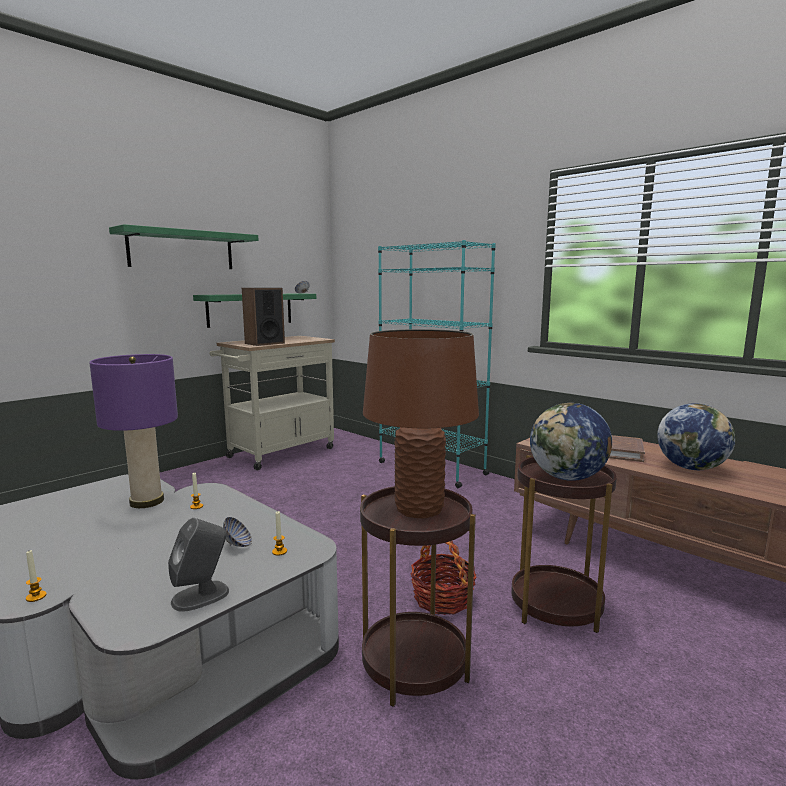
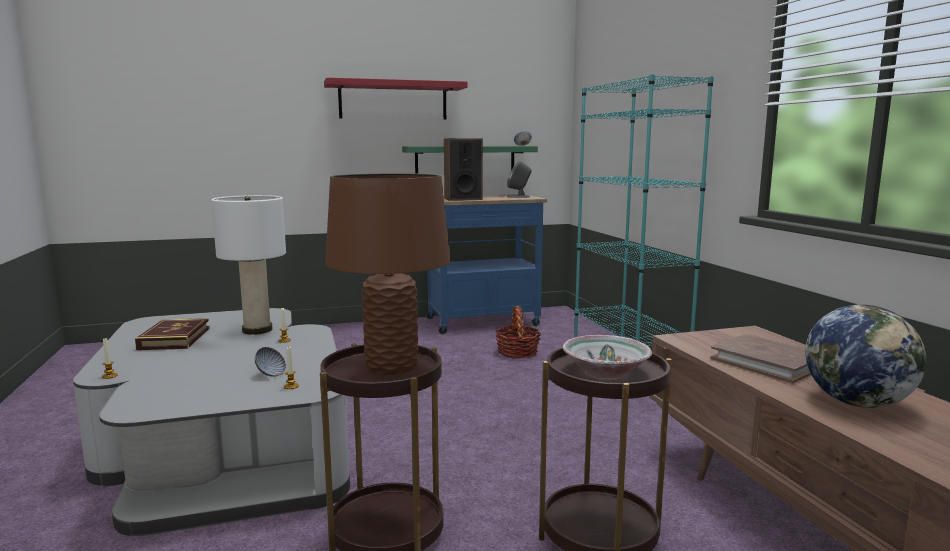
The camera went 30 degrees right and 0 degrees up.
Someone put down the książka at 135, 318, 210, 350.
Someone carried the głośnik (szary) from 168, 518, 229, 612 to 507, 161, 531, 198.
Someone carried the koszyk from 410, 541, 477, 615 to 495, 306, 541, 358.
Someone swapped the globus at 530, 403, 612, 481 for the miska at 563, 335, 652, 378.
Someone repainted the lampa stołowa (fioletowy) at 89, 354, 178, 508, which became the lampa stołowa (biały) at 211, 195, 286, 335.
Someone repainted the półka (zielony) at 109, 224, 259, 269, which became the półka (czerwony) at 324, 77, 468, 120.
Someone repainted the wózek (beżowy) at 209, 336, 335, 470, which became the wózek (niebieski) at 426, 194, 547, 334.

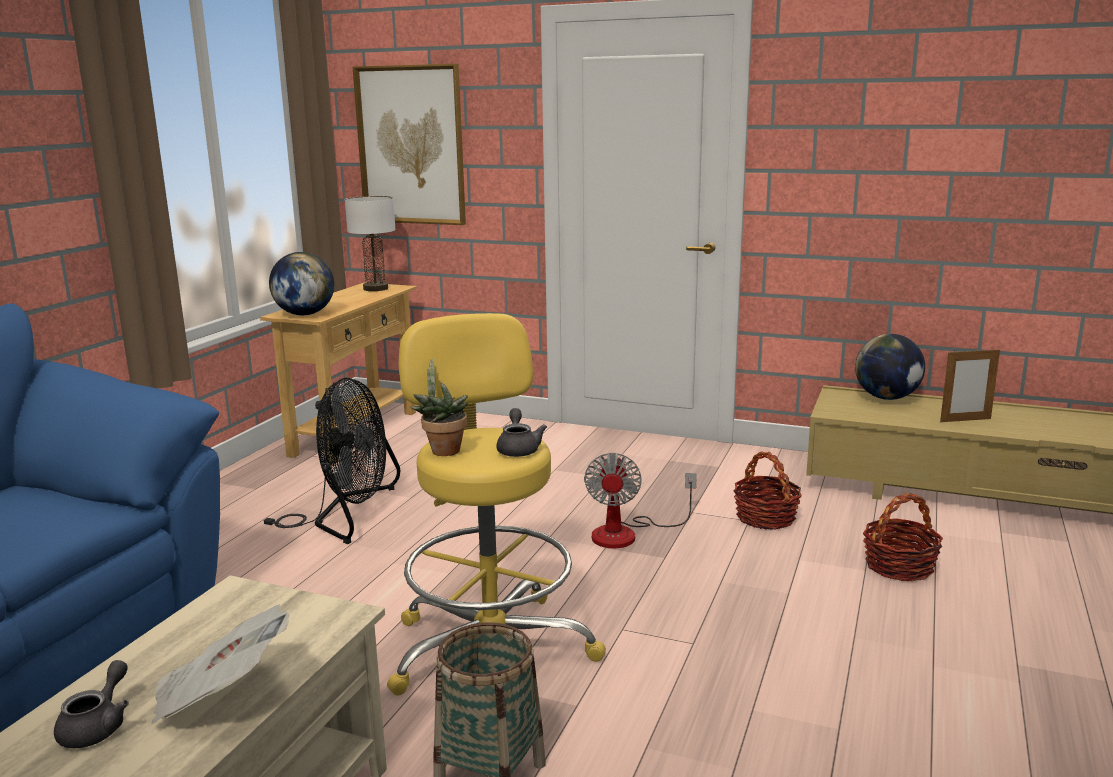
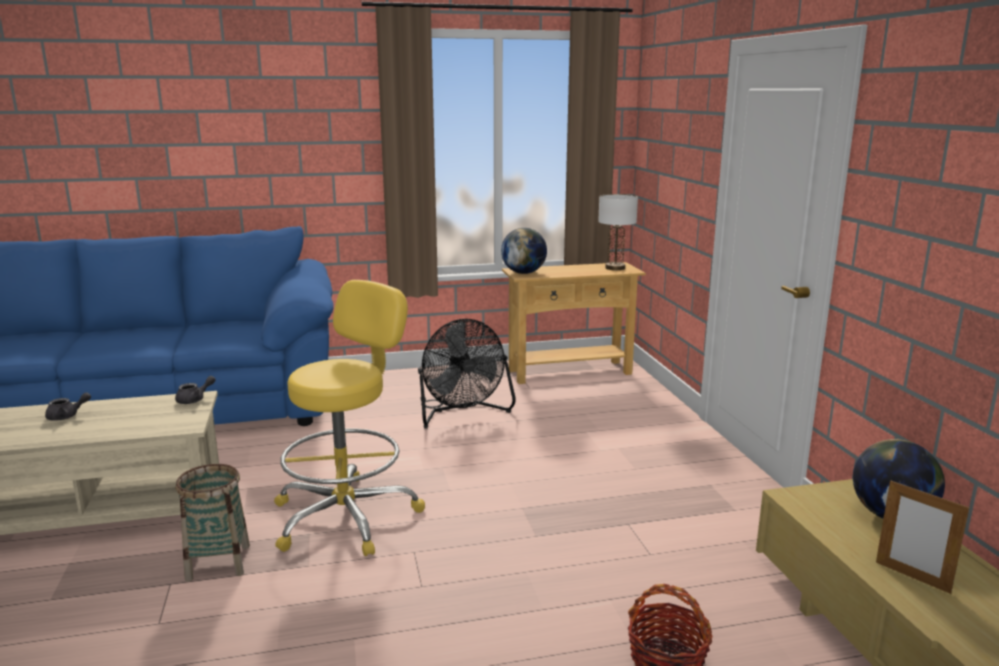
The camera went 55 degrees right and 0 degrees up.
Someone took away the gazeta at 151, 604, 289, 724.
Someone took away the obraz at 353, 64, 466, 225.
Someone took away the roślina doniczkowa at 410, 358, 468, 456.
Someone took away the wentylator at 584, 453, 697, 548.
Someone took away the koszyk at 733, 451, 802, 530.
Someone carried the imbryk (szary) from 497, 408, 547, 457 to 175, 376, 216, 404.

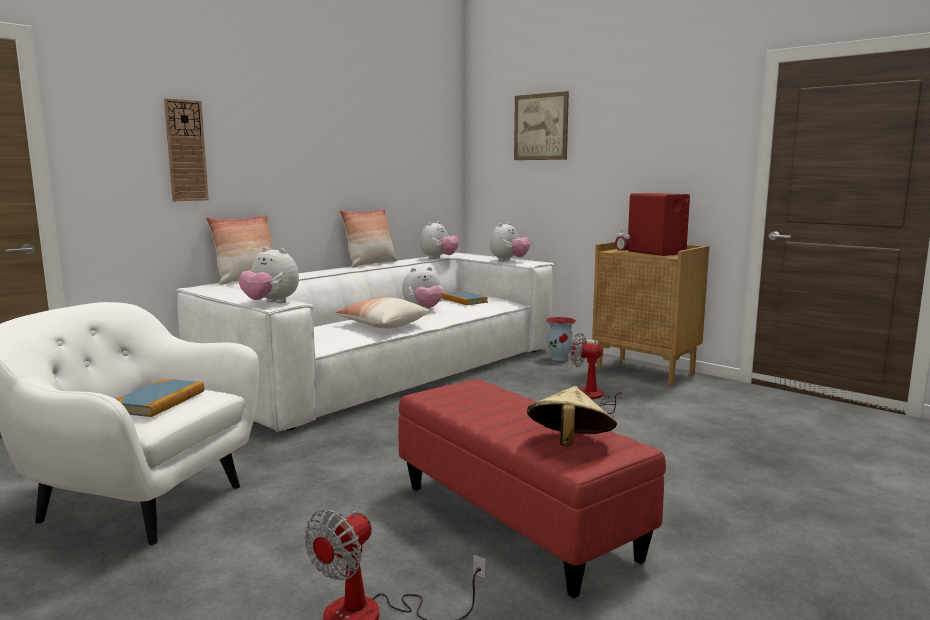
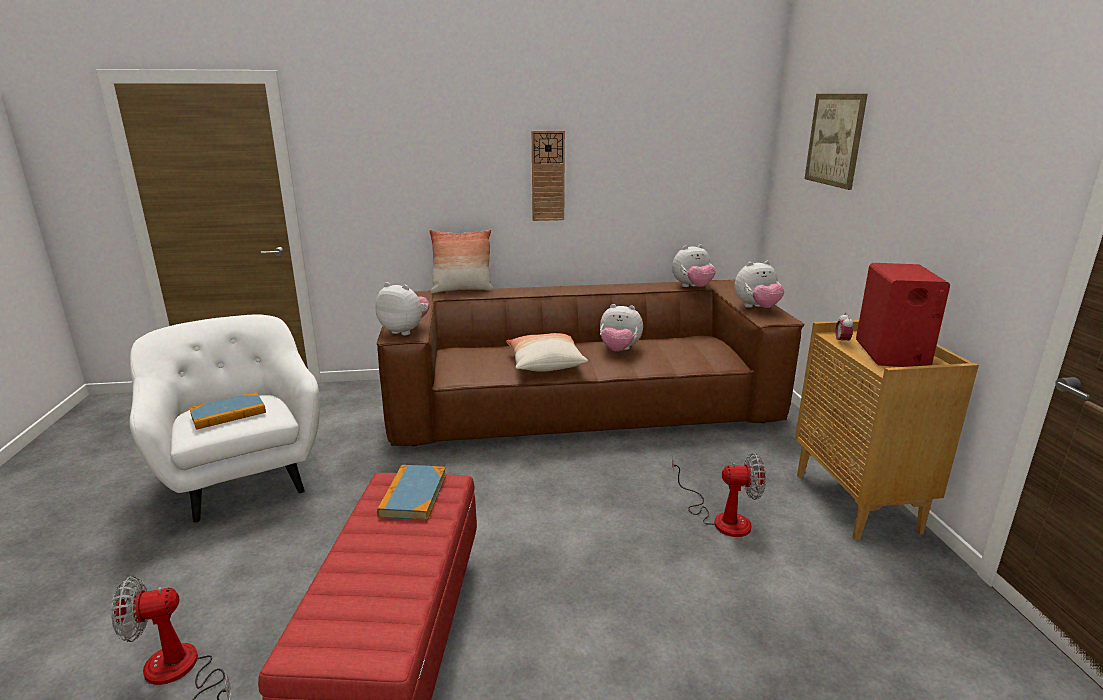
The camera went 40 degrees right and 10 degrees up.
Someone took away the poduszka at 340, 209, 397, 268.
Someone took away the kapelusz (beżowy) at 527, 386, 617, 447.
Someone took away the wazon at 546, 317, 576, 361.
Someone carried the zegar ścienny from 164, 98, 209, 201 to 532, 131, 565, 221.
Someone carried the książka from 442, 291, 488, 305 to 377, 465, 446, 520.
Someone repainted the kanapa (biały) at 176, 253, 554, 432, which became the kanapa (brązowy) at 377, 279, 804, 446.
Someone rotated the pluszak at 239, 247, 299, 303 by 135 degrees clockwise.
Someone rotated the wentylator at 570, 332, 623, 414 by 120 degrees clockwise.

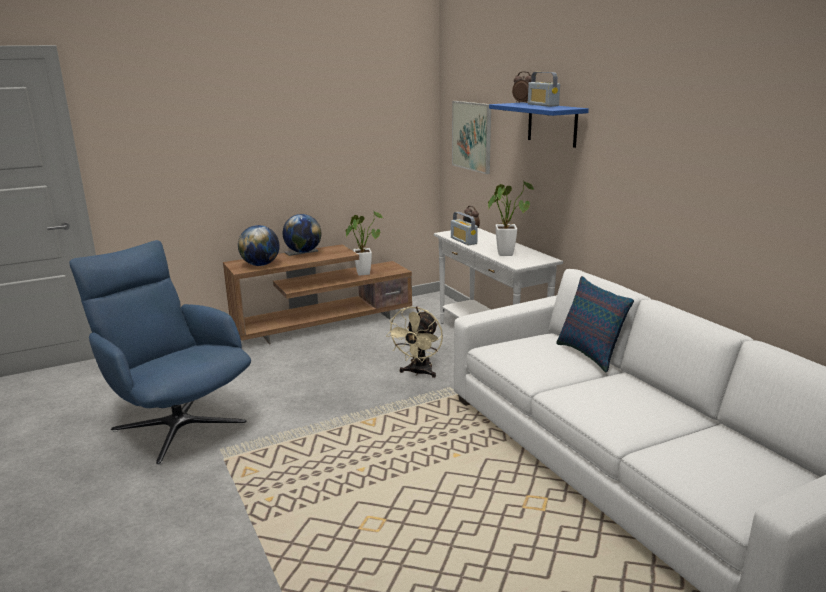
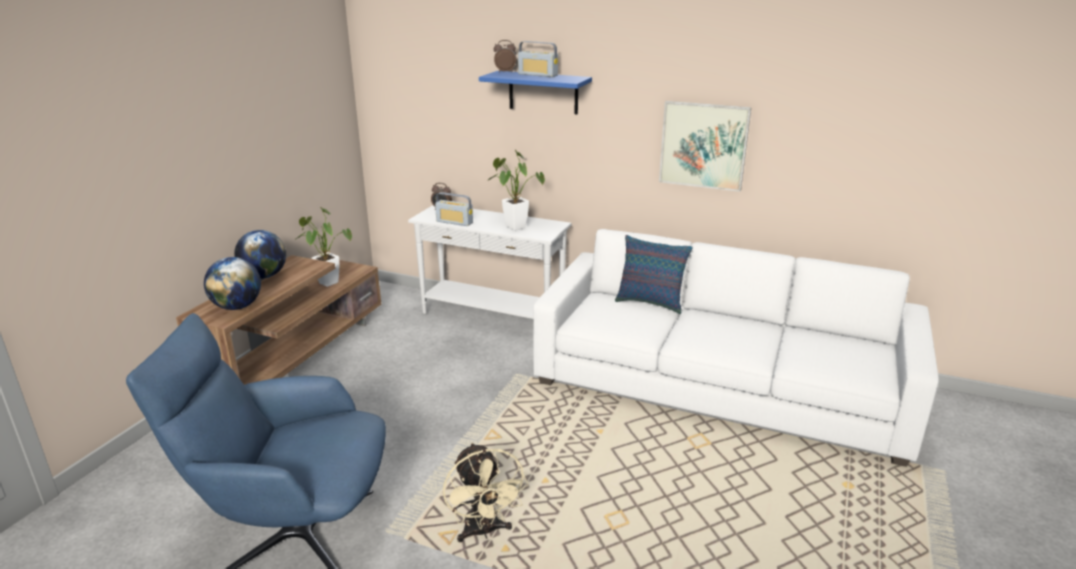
The camera went 40 degrees left and 5 degrees up.
Someone carried the wentylator (beżowy) from 386, 306, 443, 378 to 443, 443, 529, 542.
Someone carried the obraz from 452, 101, 491, 174 to 659, 101, 751, 192.

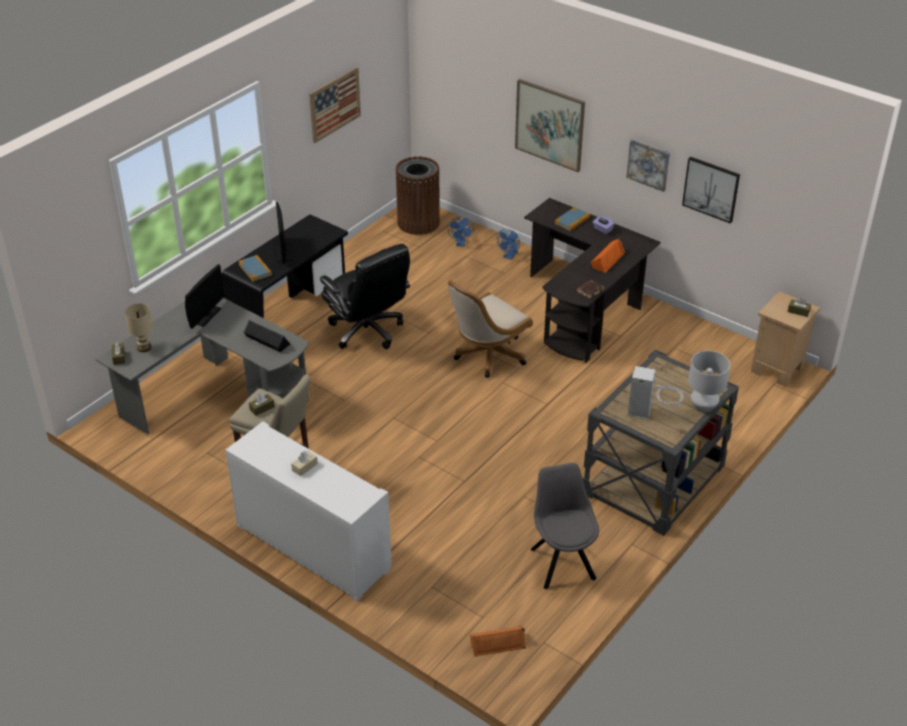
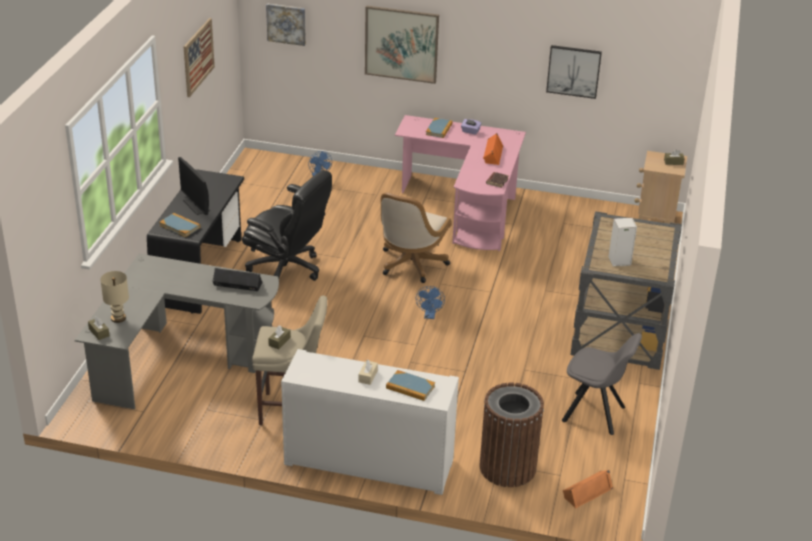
The camera went 25 degrees left and 5 degrees down.
Someone took away the monitor at 185, 264, 225, 329.
Someone took away the lampa stołowa (szary) at 656, 351, 730, 412.
Someone put down the książka at 386, 370, 435, 401.
Someone carried the kosz na śmieci (brązowy) from 396, 156, 440, 235 to 479, 383, 544, 487.
Someone carried the wentylator (niebieski) from 497, 229, 520, 260 to 416, 286, 445, 319.
Someone carried the obraz from 626, 139, 670, 192 to 266, 3, 306, 46.
Someone repainted the biurko (czarny) at 524, 198, 661, 363, which became the biurko (różowy) at 395, 115, 526, 251.
Someone rotated the krzesło (szary) at 530, 463, 599, 590 by 150 degrees clockwise.

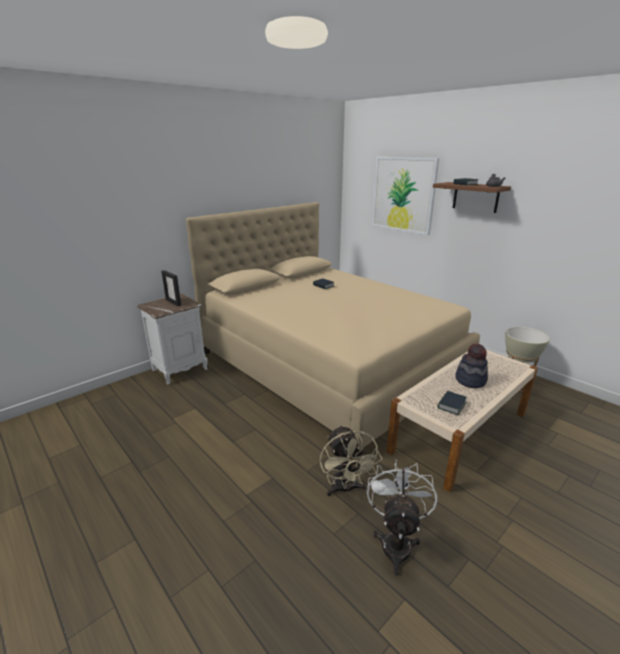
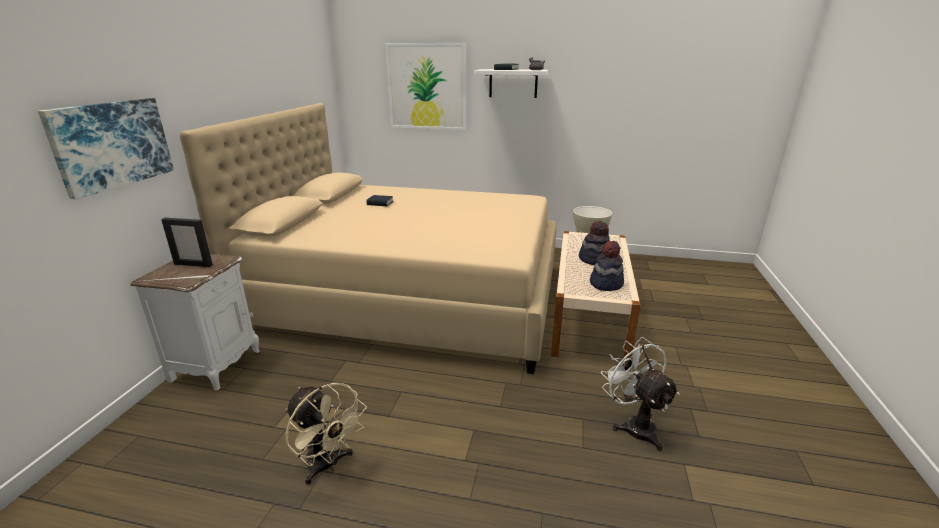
The camera went 35 degrees left and 0 degrees up.
Someone put up the obraz at 38, 98, 174, 199.
Someone carried the wentylator (beżowy) from 320, 425, 382, 496 to 285, 383, 367, 485.
Someone swapped the książka at 438, 391, 467, 415 for the kapelusz at 590, 241, 624, 291.
Someone repainted the półka (brązowy) at 433, 182, 511, 213, which became the półka (biały) at 474, 69, 548, 98.

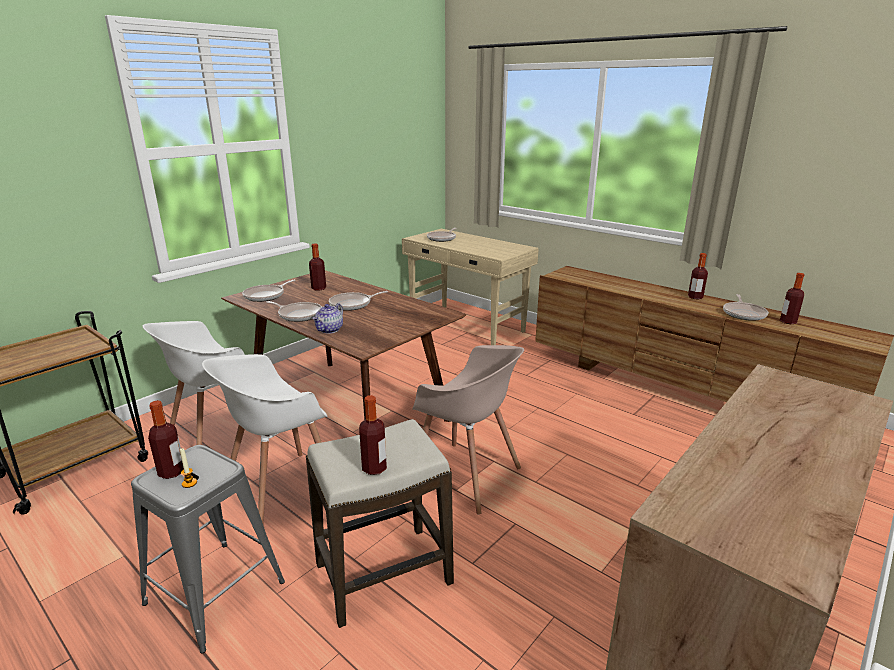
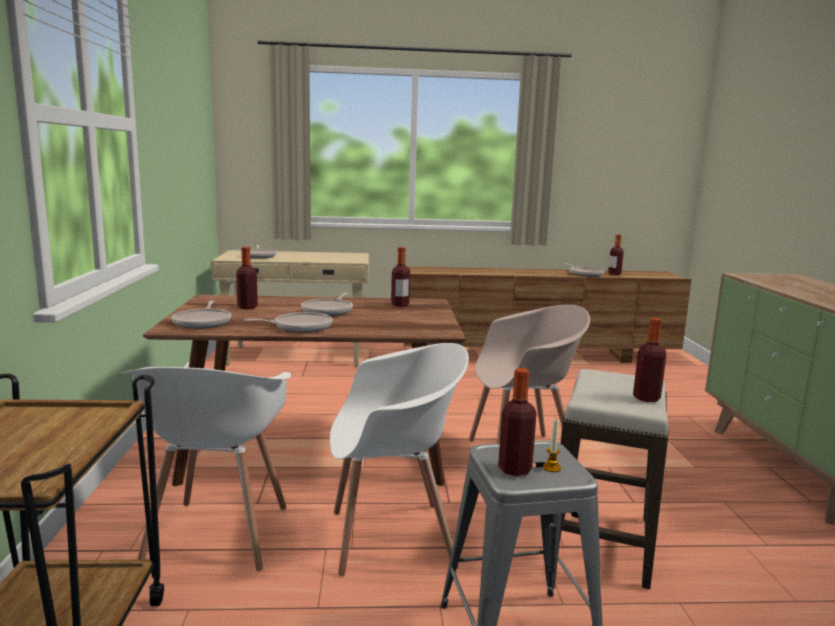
The camera went 45 degrees left and 10 degrees down.
Someone took away the imbryk at 312, 303, 343, 333.
Someone carried the butelka from 688, 253, 708, 300 to 391, 247, 410, 307.
Someone rotated the krzesło (biały) at 202, 354, 328, 524 by 105 degrees counterclockwise.

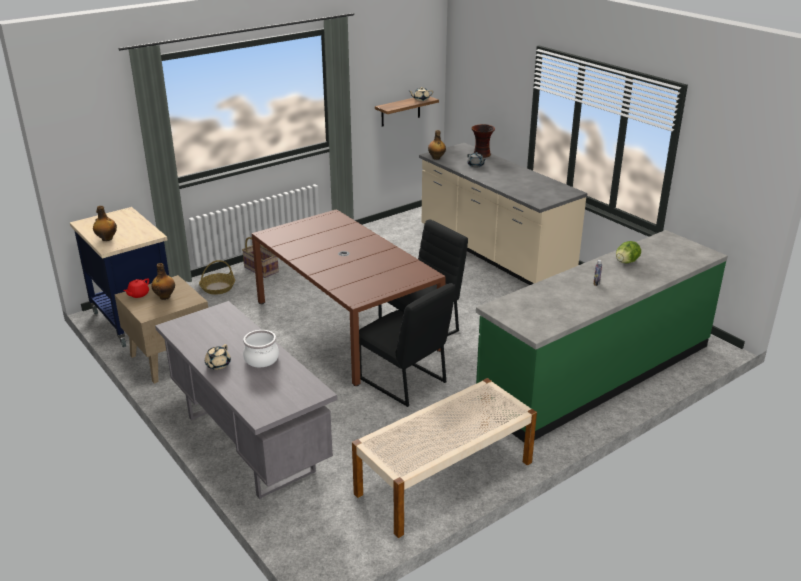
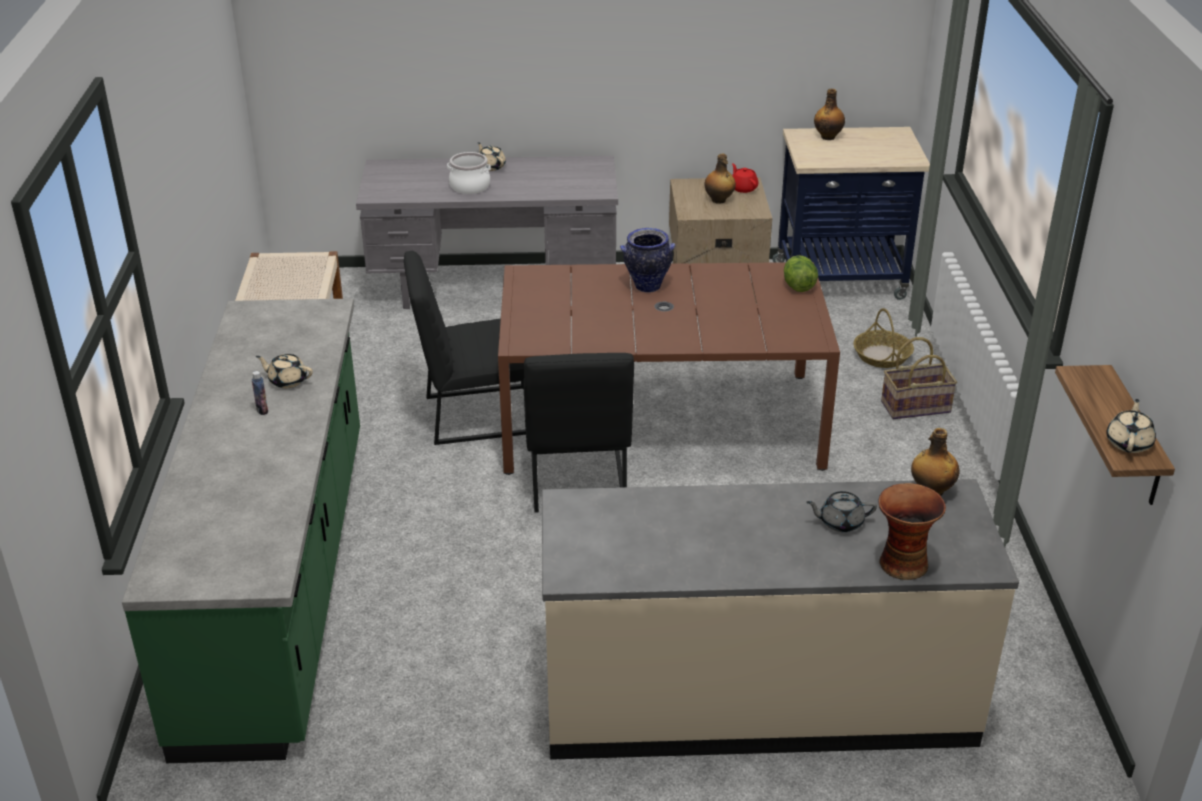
The camera went 125 degrees right and 5 degrees up.
Someone put down the imbryk (beżowy) at 256, 354, 313, 388.
Someone put down the wazon at 620, 228, 675, 293.
Someone carried the sałata from 616, 241, 641, 264 to 784, 255, 818, 292.

